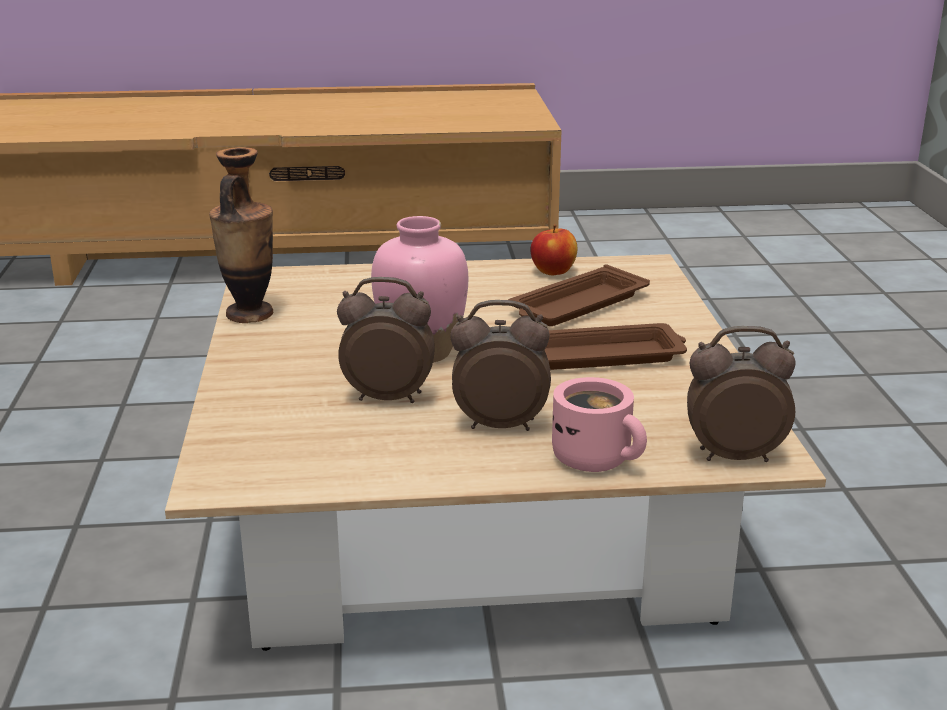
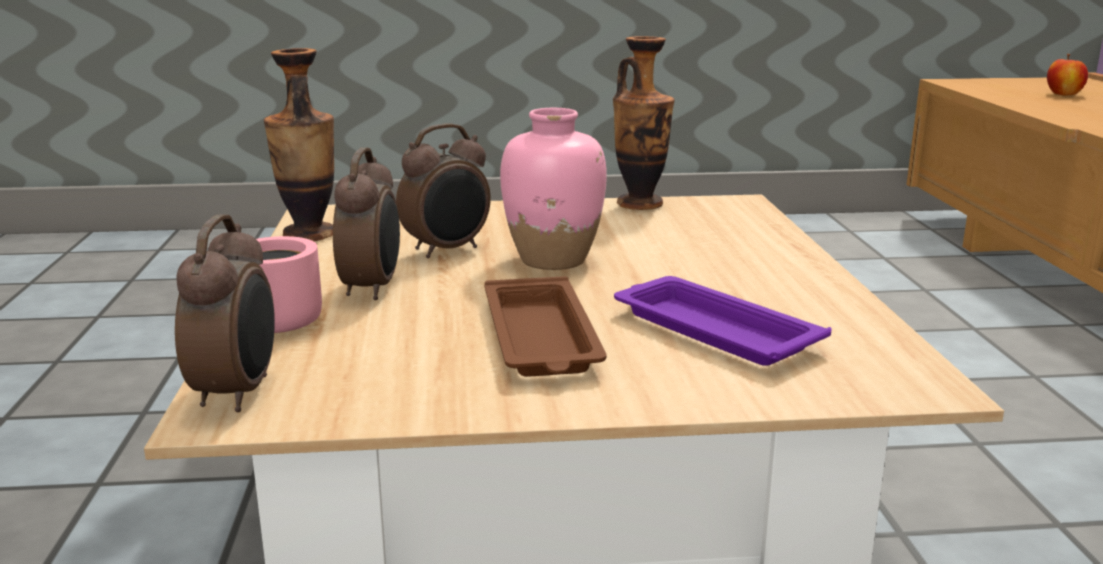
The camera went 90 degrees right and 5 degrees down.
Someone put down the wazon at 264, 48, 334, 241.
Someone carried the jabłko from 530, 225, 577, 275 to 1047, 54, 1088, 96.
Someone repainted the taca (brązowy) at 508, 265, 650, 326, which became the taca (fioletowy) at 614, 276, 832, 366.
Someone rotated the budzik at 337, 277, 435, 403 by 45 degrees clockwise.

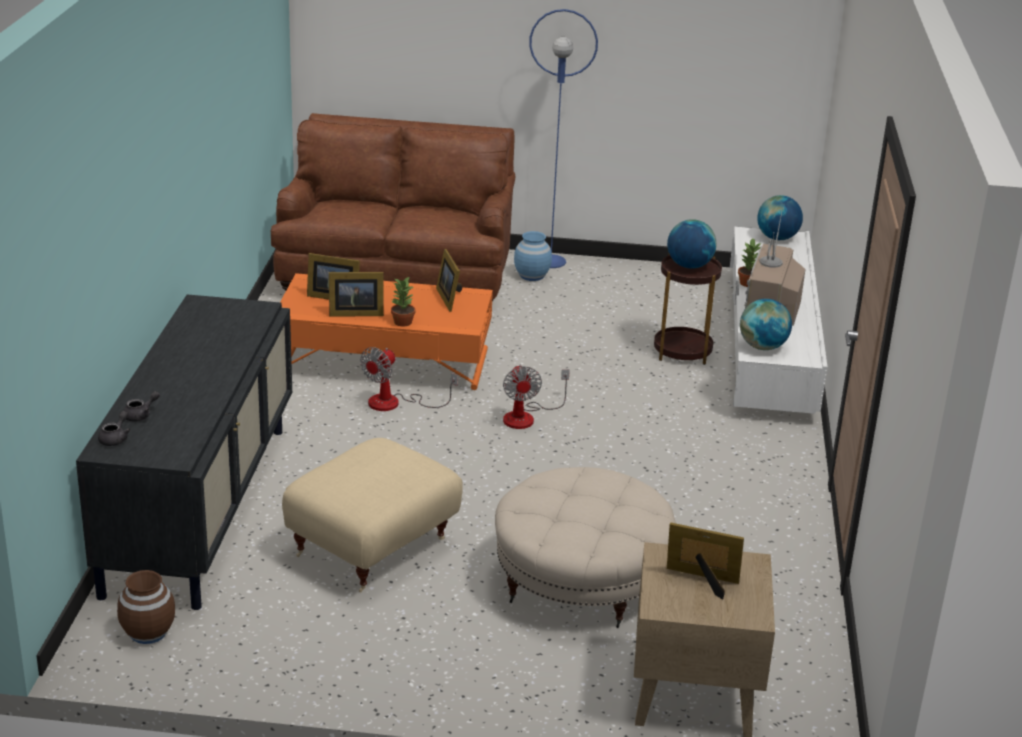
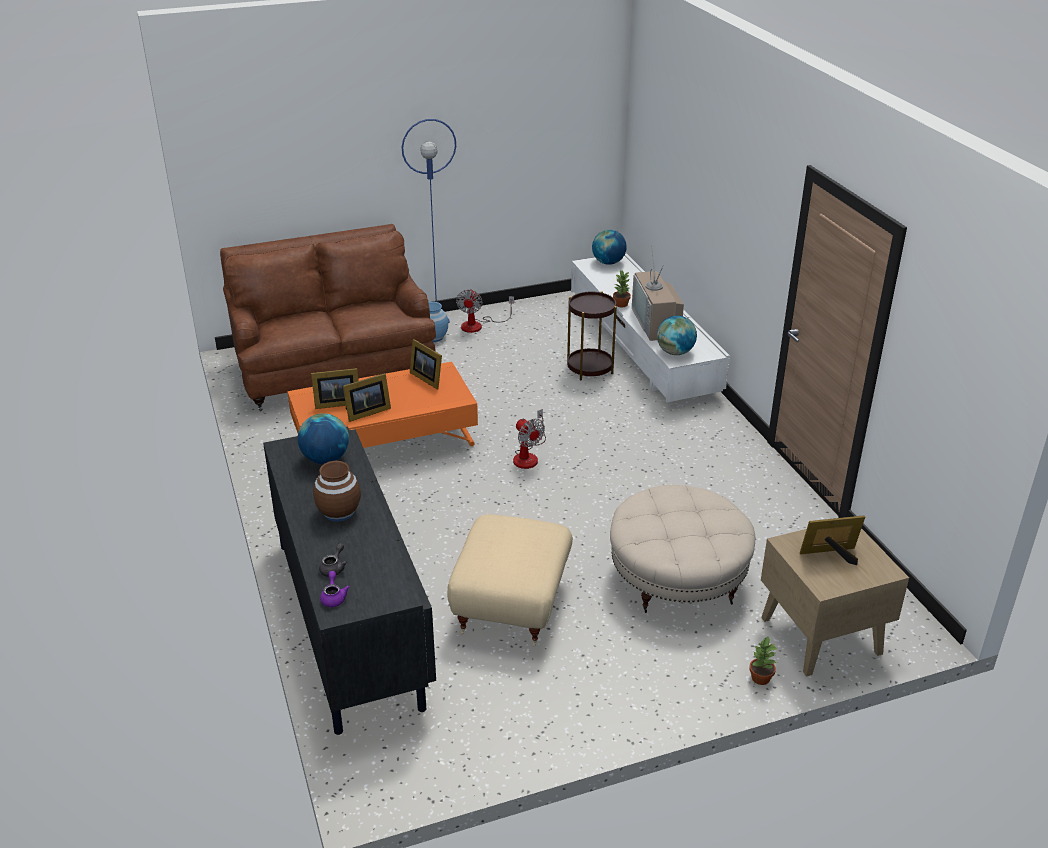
The camera went 25 degrees left and 5 degrees up.
Someone carried the wazon (brązowy) from 117, 570, 175, 644 to 313, 461, 361, 521.
Someone carried the wentylator from 360, 347, 458, 411 to 456, 289, 514, 333.
Someone carried the roślina doniczkowa from 391, 276, 415, 327 to 749, 637, 777, 685.
Someone carried the globus from 667, 219, 717, 269 to 298, 413, 349, 464.
Someone repainted the imbryk (szary) at 98, 411, 130, 446, which became the imbryk (fioletowy) at 320, 571, 350, 607.

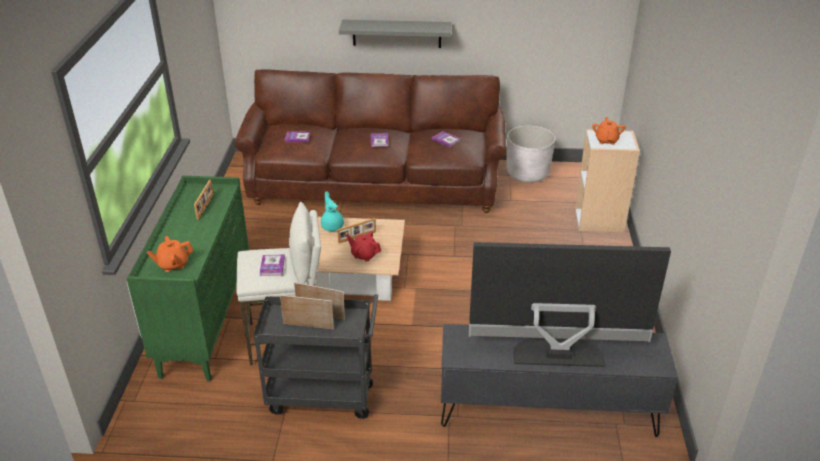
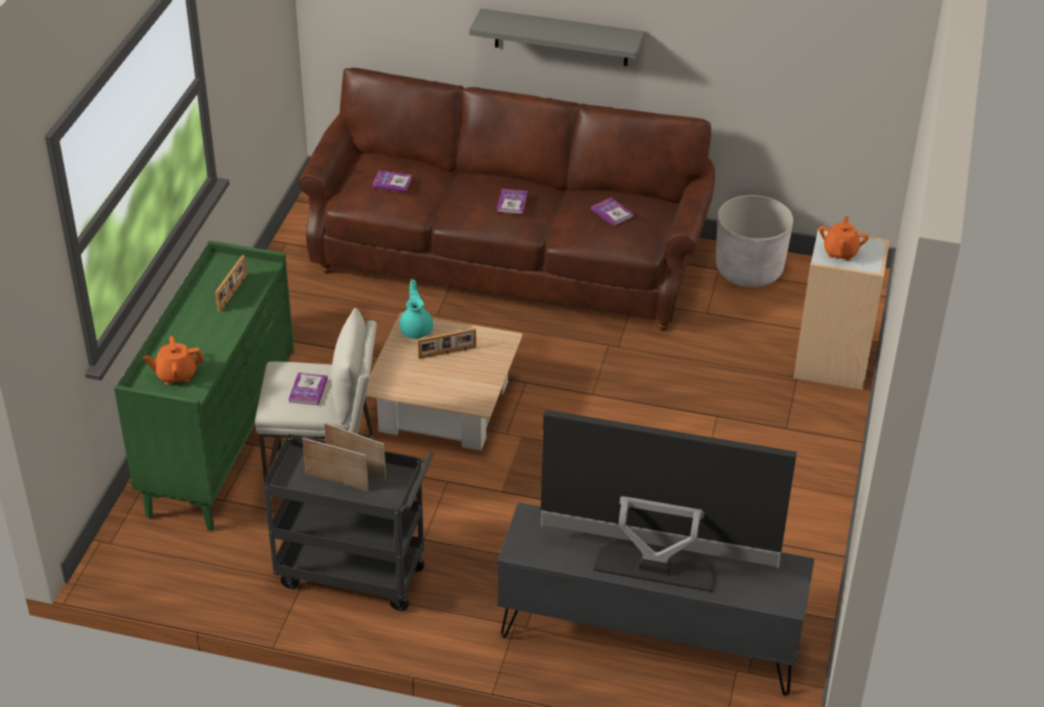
The camera went 10 degrees right and 5 degrees up.
Someone took away the imbryk (czerwony) at 347, 231, 381, 262.

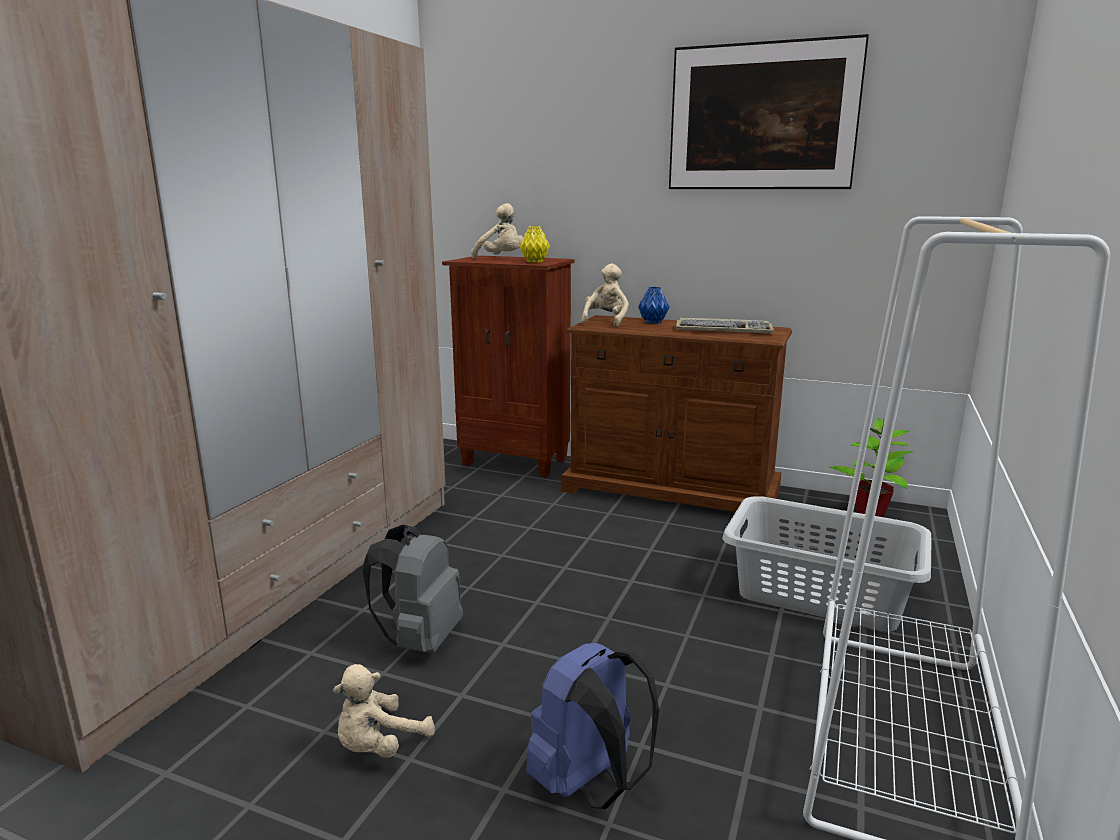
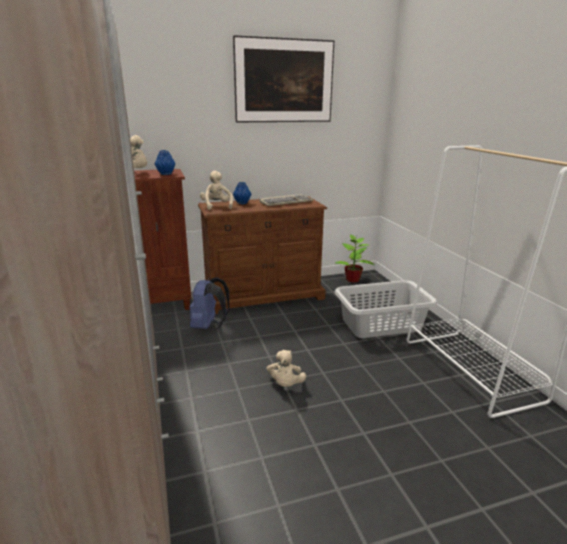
The camera went 40 degrees left and 5 degrees up.
Someone took away the plecak (szary) at 362, 524, 463, 654.
Someone carried the pluszak (beżowy) from 333, 664, 435, 758 to 266, 350, 306, 387.
Someone carried the plecak (niebieski) from 526, 643, 659, 809 to 189, 277, 229, 330.
Someone repainted the wazon (żółty) at 519, 226, 550, 263, which became the wazon (niebieski) at 155, 150, 175, 175.

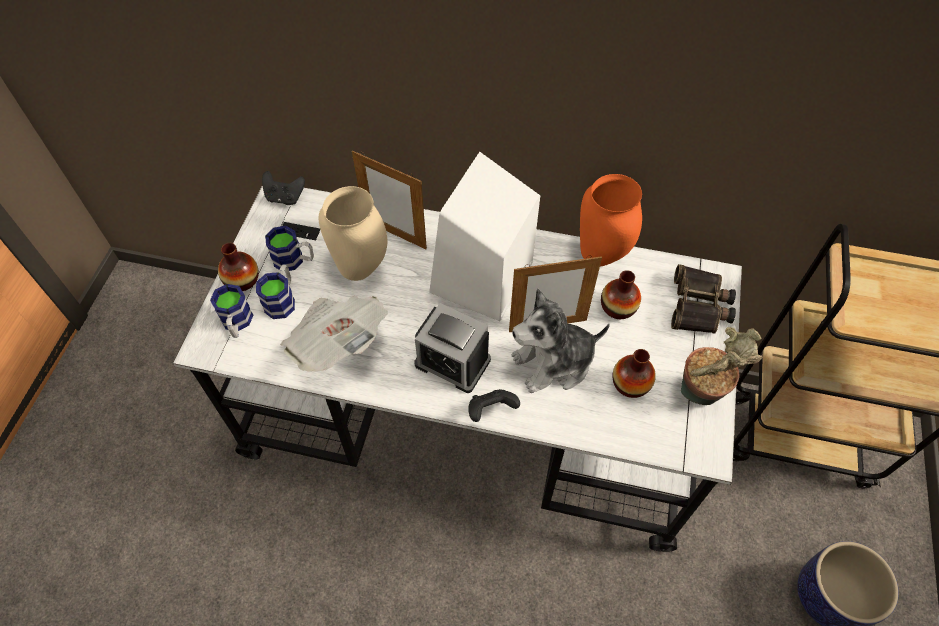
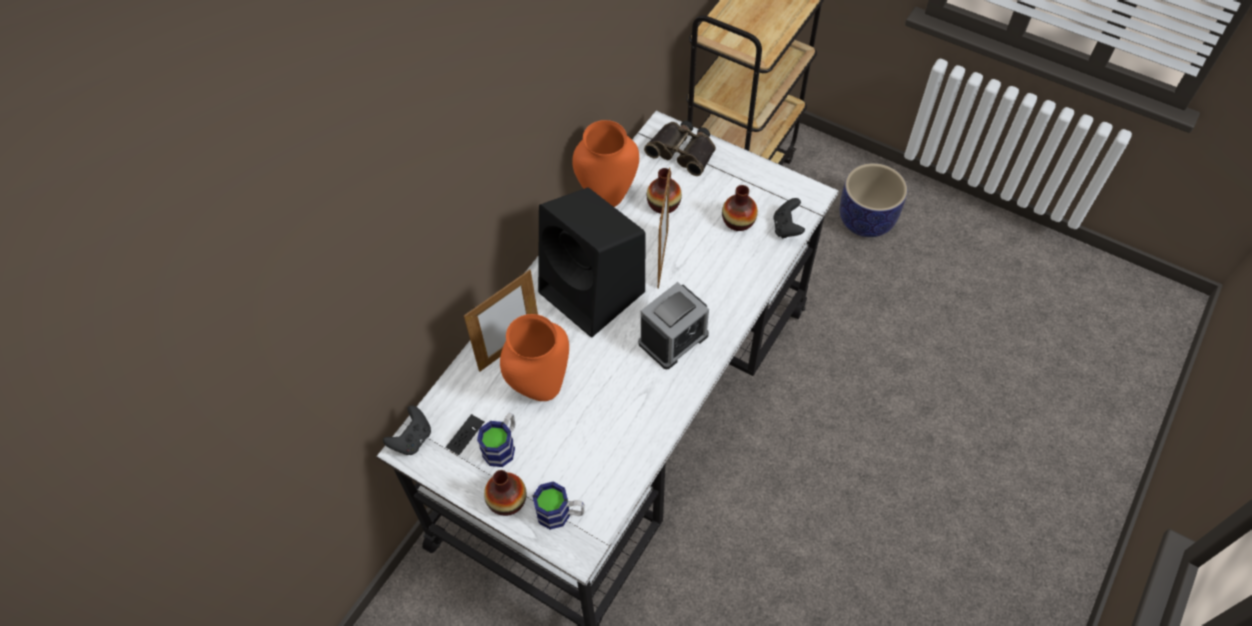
The camera went 70 degrees left and 0 degrees up.
Someone took away the kubek at 256, 264, 295, 319.
Someone took away the gazeta at 280, 296, 388, 372.
Someone took away the pluszak at 512, 289, 610, 393.
Someone took away the roślina doniczkowa at 681, 327, 762, 405.
Someone carried the pad do gier (czarny) from 468, 389, 520, 422 to 773, 198, 805, 239.
Someone repainted the wazon (beżowy) at 319, 186, 387, 281, which became the wazon (pomarańczowy) at 500, 314, 569, 401.
Someone repainted the głośnik (biały) at 429, 152, 540, 321, which became the głośnik (czarny) at 538, 187, 646, 338.

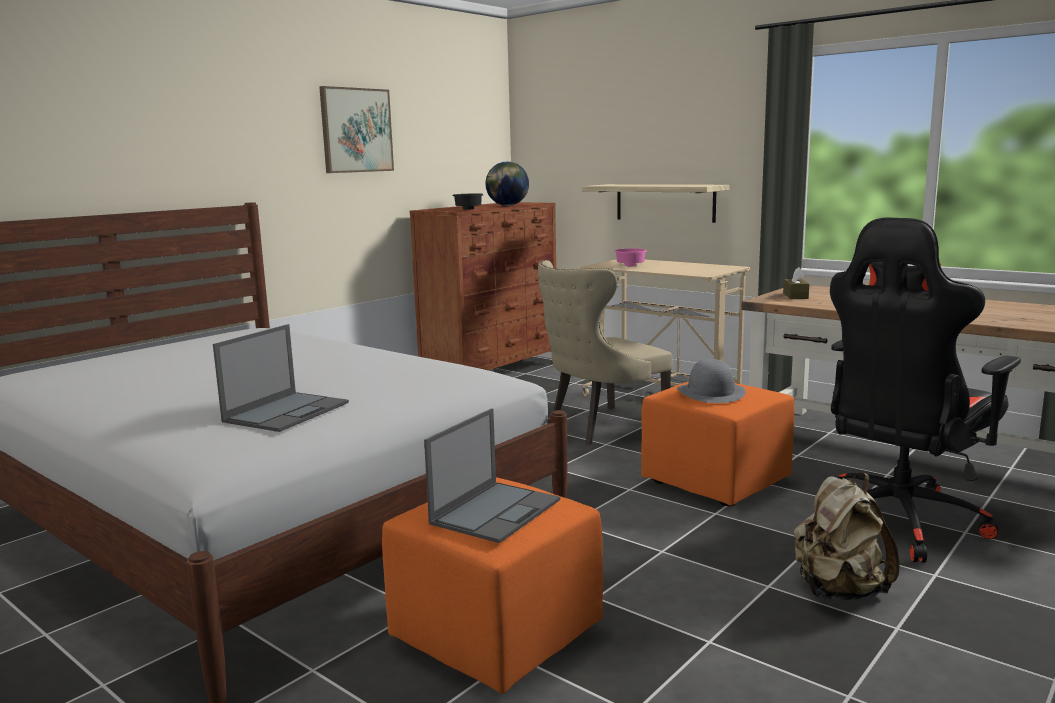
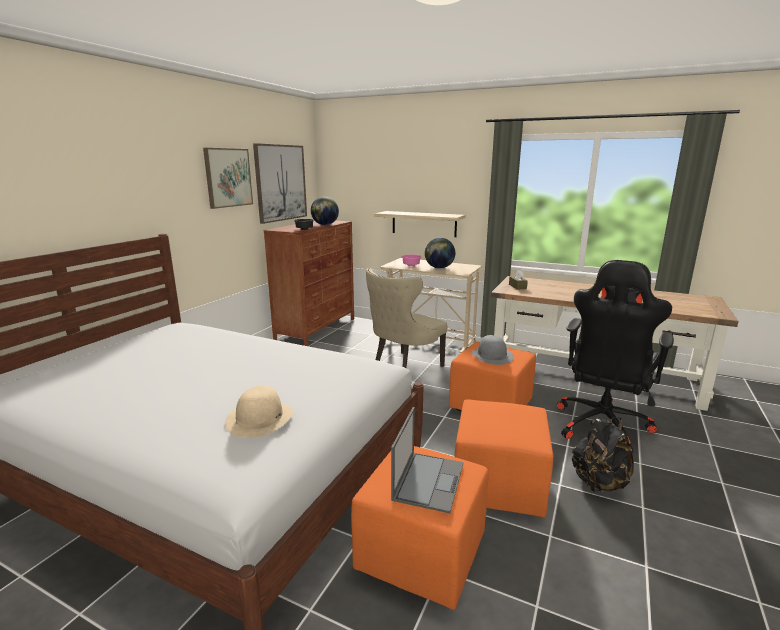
The camera went 15 degrees left and 5 degrees up.
Someone put up the obraz at 253, 143, 307, 224.
Someone put down the globus at 425, 238, 455, 269.
Someone put down the pufa (pomarańczowy) at 455, 399, 553, 518.
Someone swapped the laptop at 213, 324, 349, 432 for the kapelusz (beżowy) at 225, 385, 293, 438.
Someone repainted the plecak (beżowy) at 794, 473, 900, 600, which became the plecak (czarny) at 572, 417, 634, 492.

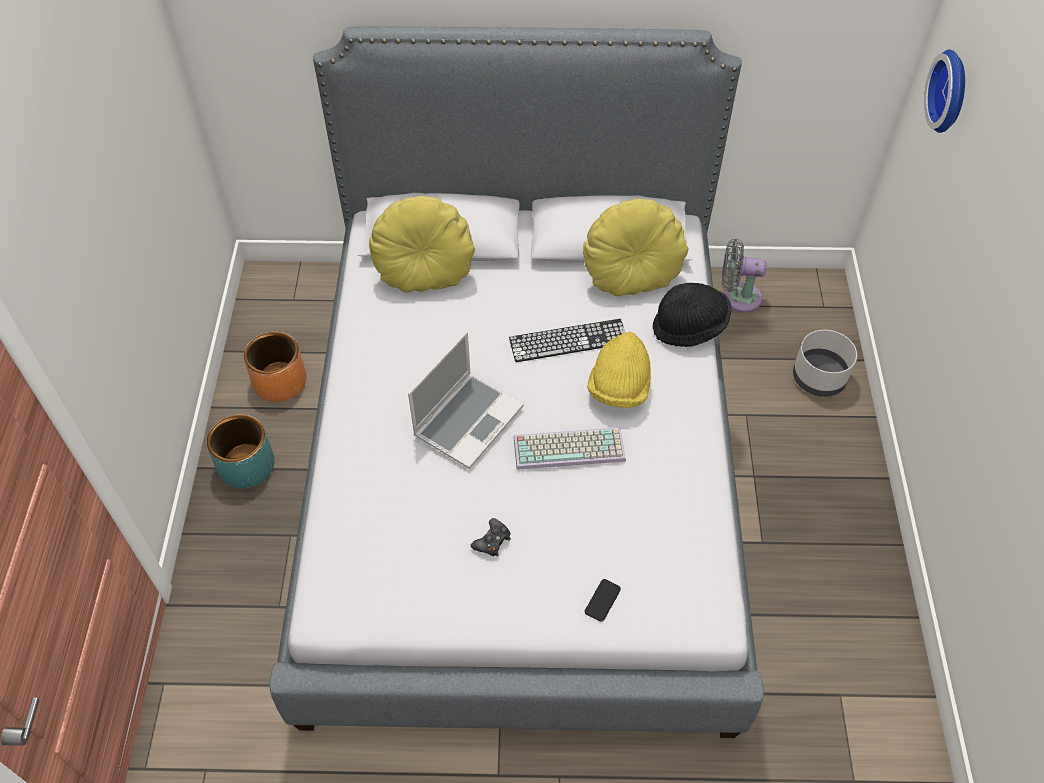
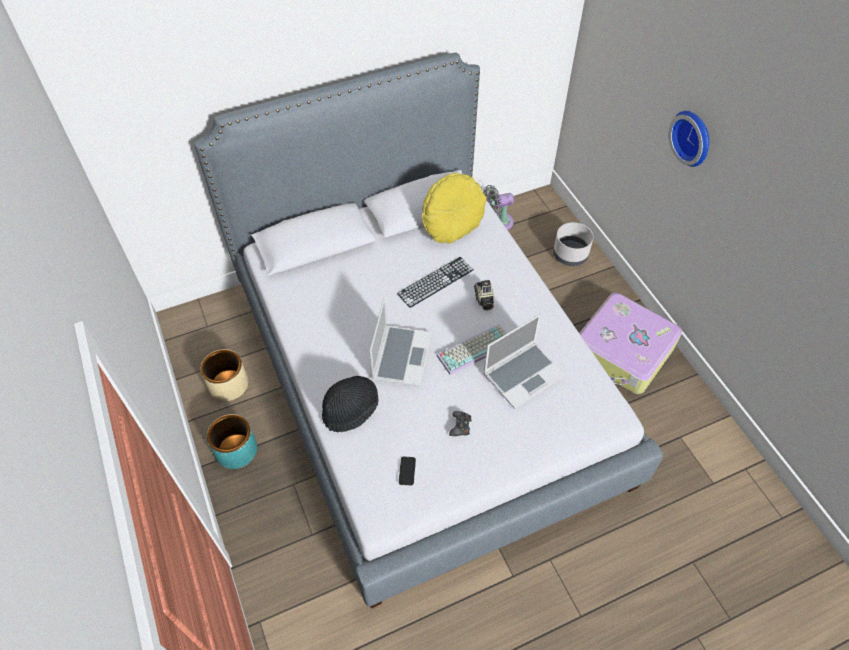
The camera went 25 degrees left and 0 degrees up.
Someone took away the poduszka (żółty) at 369, 196, 475, 292.
Someone put down the laptop at 483, 314, 566, 409.
Someone put down the walizka at 579, 293, 682, 394.
Someone carried the telefon from 585, 579, 621, 622 to 399, 457, 416, 486.
Someone carried the kapelusz (czarny) from 653, 283, 731, 347 to 322, 376, 378, 432.
Someone carried the zegar ścienny from 924, 50, 965, 133 to 669, 111, 709, 167.
Someone swapped the kapelusz (żółty) at 587, 332, 651, 408 for the aparat fotograficzny at 474, 280, 494, 311.
Someone repainted the donica (pomarańczowy) at 244, 331, 307, 402, which became the donica (beżowy) at 200, 349, 248, 401.

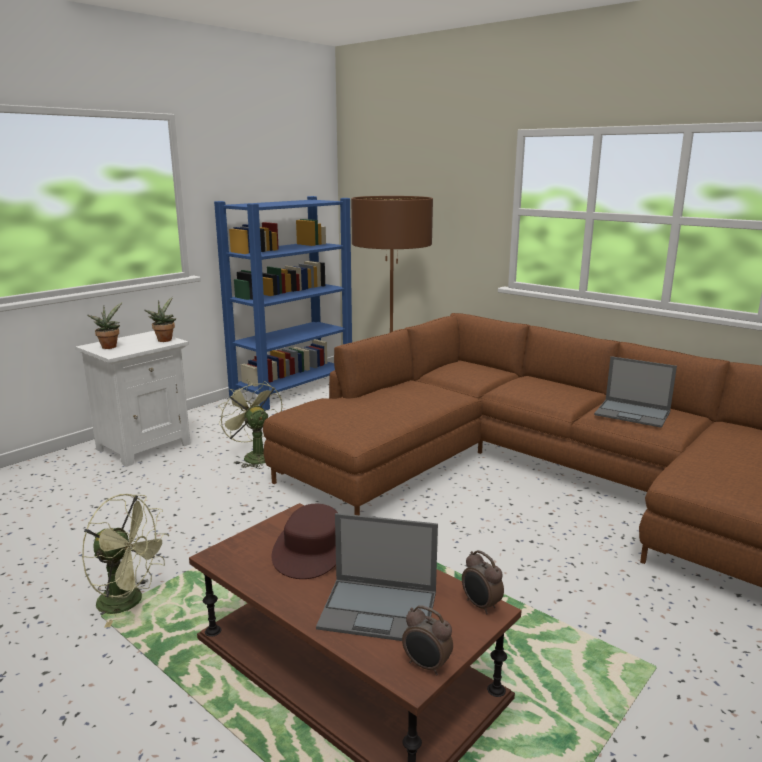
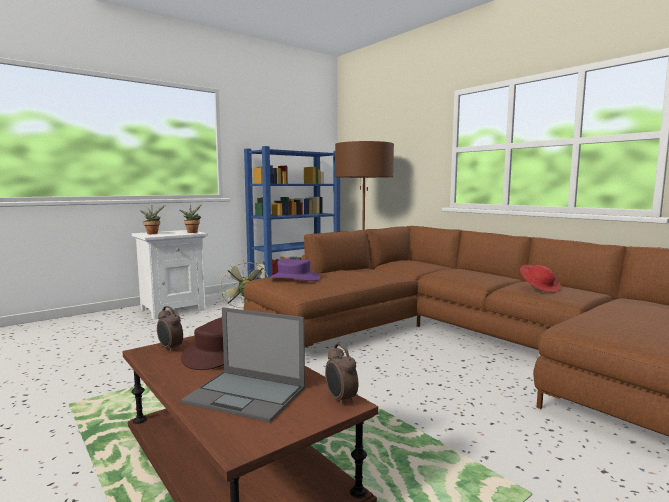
The camera went 10 degrees right and 10 degrees down.
Someone took away the wentylator (zielony) at 82, 494, 169, 628.
Someone put down the kapelusz (fioletowy) at 269, 259, 321, 281.
Someone carried the budzik from 402, 605, 453, 675 to 157, 306, 183, 352.
Someone swapped the laptop at 594, 356, 677, 428 for the kapelusz (czerwony) at 520, 265, 561, 292.

